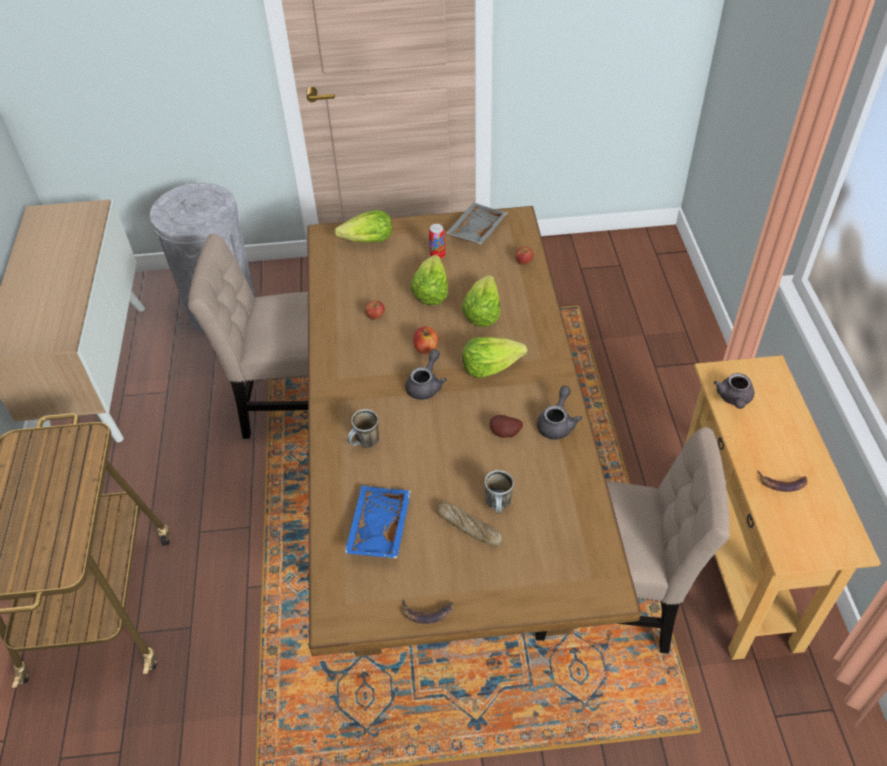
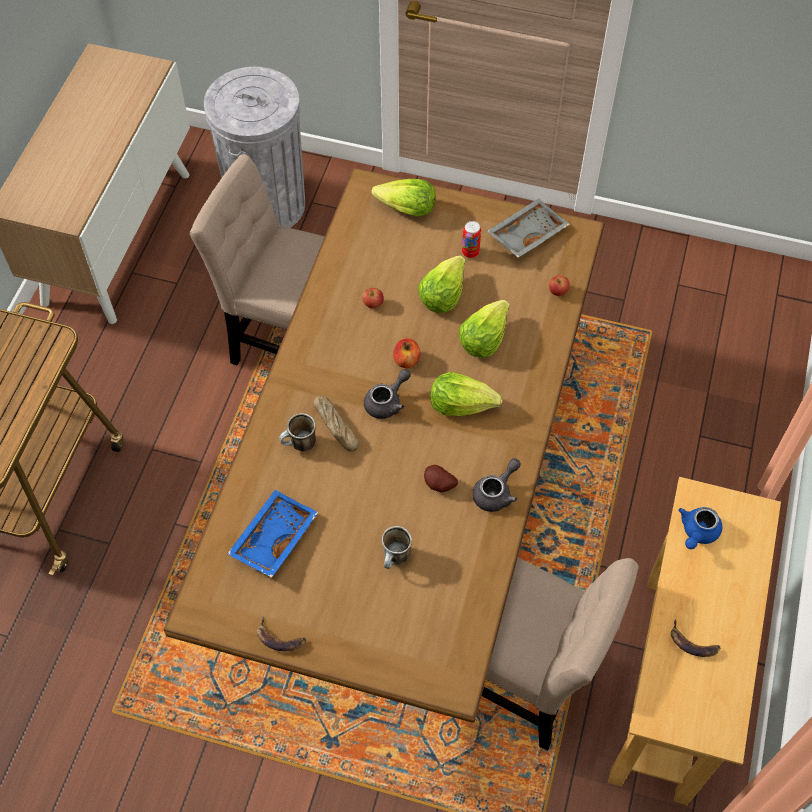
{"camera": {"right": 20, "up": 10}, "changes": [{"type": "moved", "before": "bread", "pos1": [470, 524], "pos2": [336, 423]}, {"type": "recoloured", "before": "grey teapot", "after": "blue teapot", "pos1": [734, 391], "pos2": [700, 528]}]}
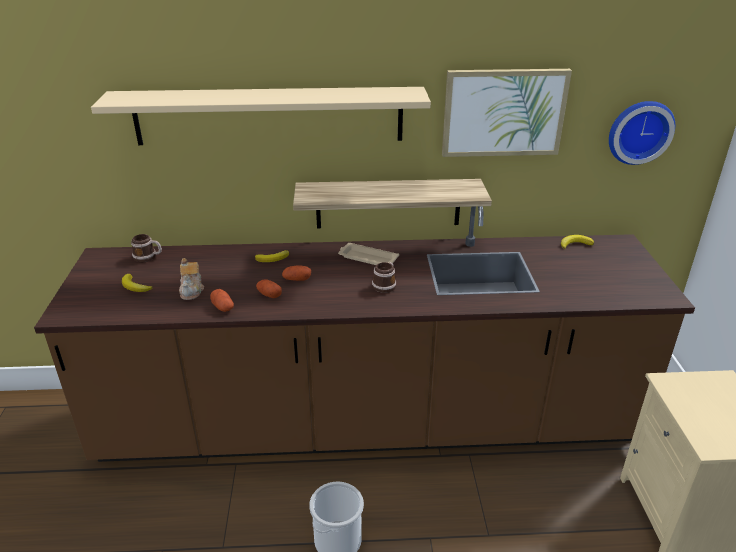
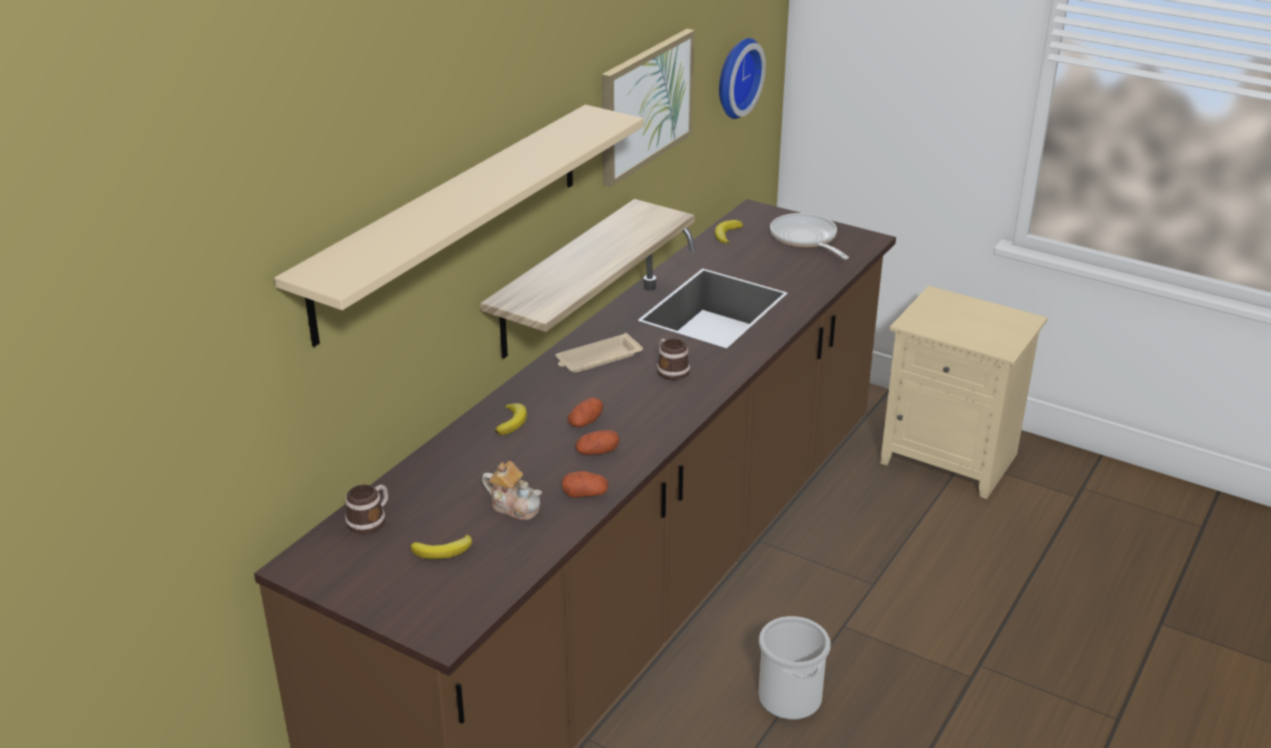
{"camera": {"right": -55, "up": 0}, "changes": [{"type": "added", "after": "frying pan", "pos2": [809, 236]}]}
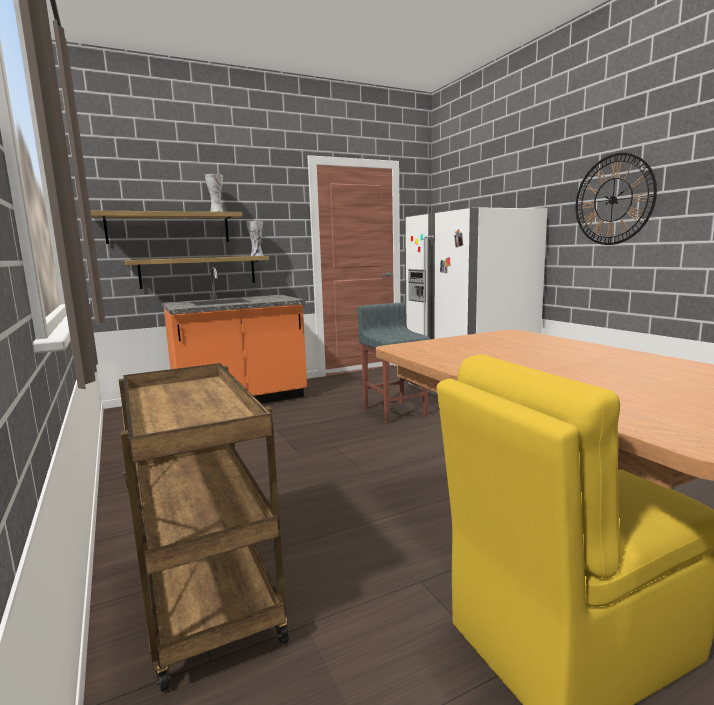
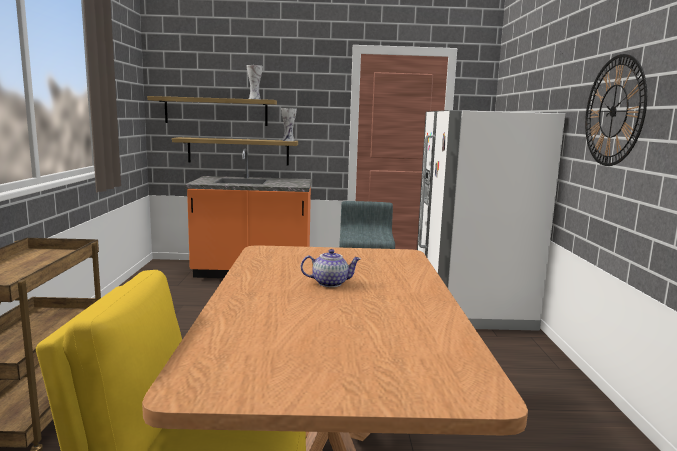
{"camera": {"right": 25, "up": 0}, "changes": [{"type": "added", "after": "teapot", "pos2": [331, 268]}]}
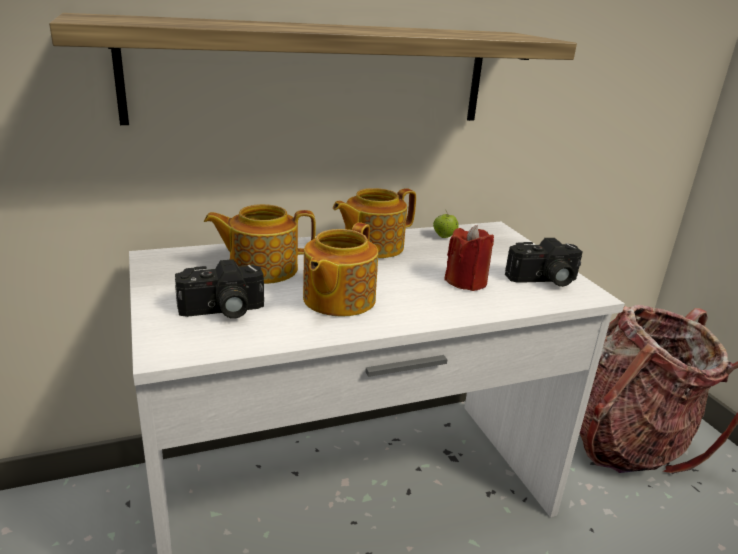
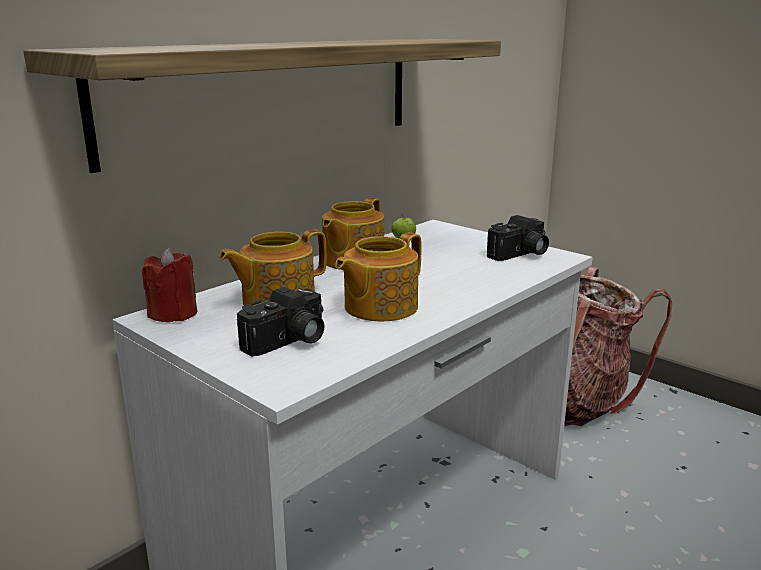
{"camera": {"right": -25, "up": -5}, "changes": [{"type": "turned", "before": "teapot", "pos1": [340, 269], "pos2": [378, 276], "turn": 45}, {"type": "moved", "before": "red candle", "pos1": [469, 258], "pos2": [169, 285]}]}
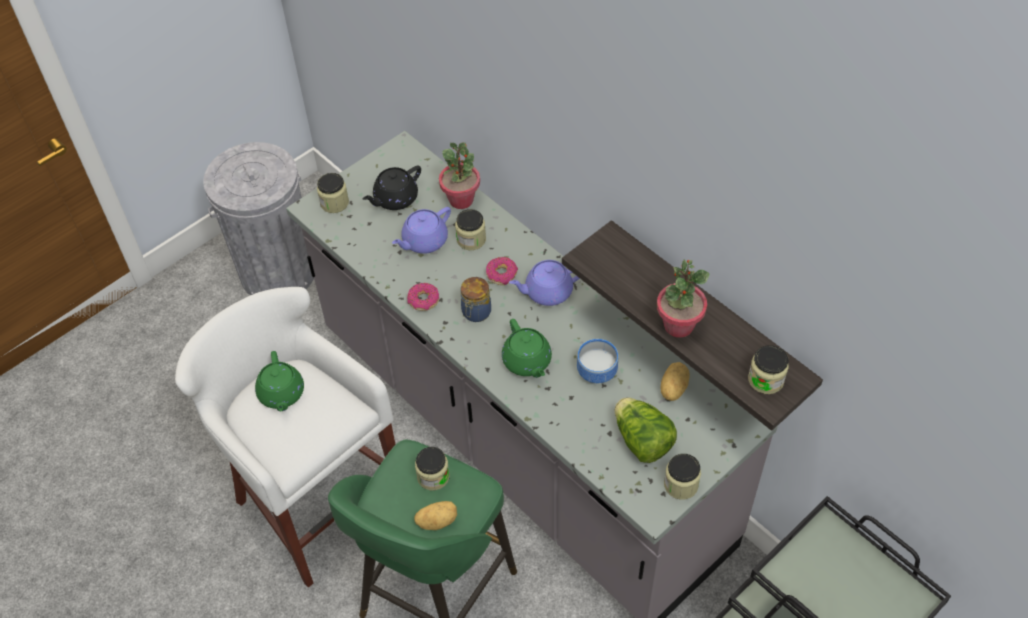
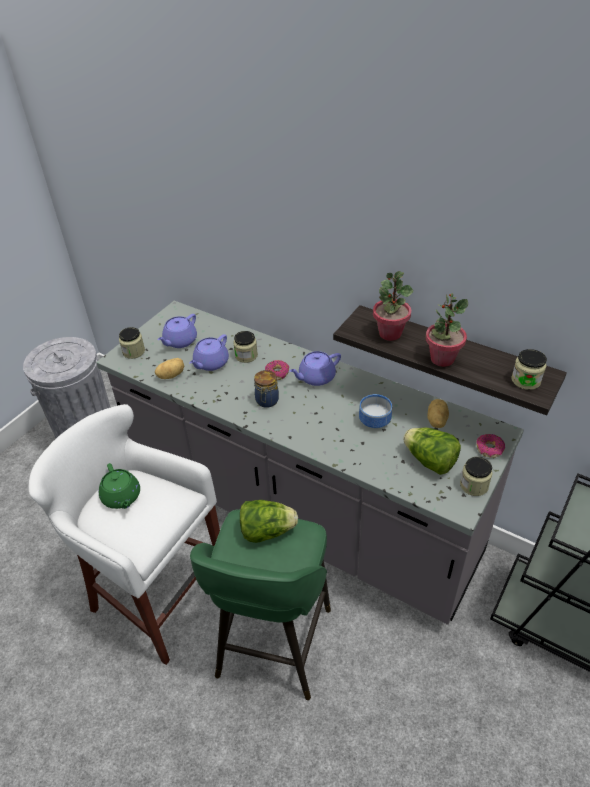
{"camera": {"right": -15, "up": -10}, "changes": [{"type": "recoloured", "before": "black teapot", "after": "purple teapot", "pos1": [392, 187], "pos2": [177, 331]}, {"type": "moved", "before": "donut", "pos1": [423, 297], "pos2": [490, 446]}, {"type": "moved", "before": "potato", "pos1": [435, 515], "pos2": [169, 368]}, {"type": "replaced", "before": "jar", "after": "lettuce", "pos1": [432, 468], "pos2": [269, 521]}, {"type": "moved", "before": "potted plant", "pos1": [459, 175], "pos2": [393, 306]}, {"type": "removed", "before": "green teapot", "pos1": [527, 348]}]}
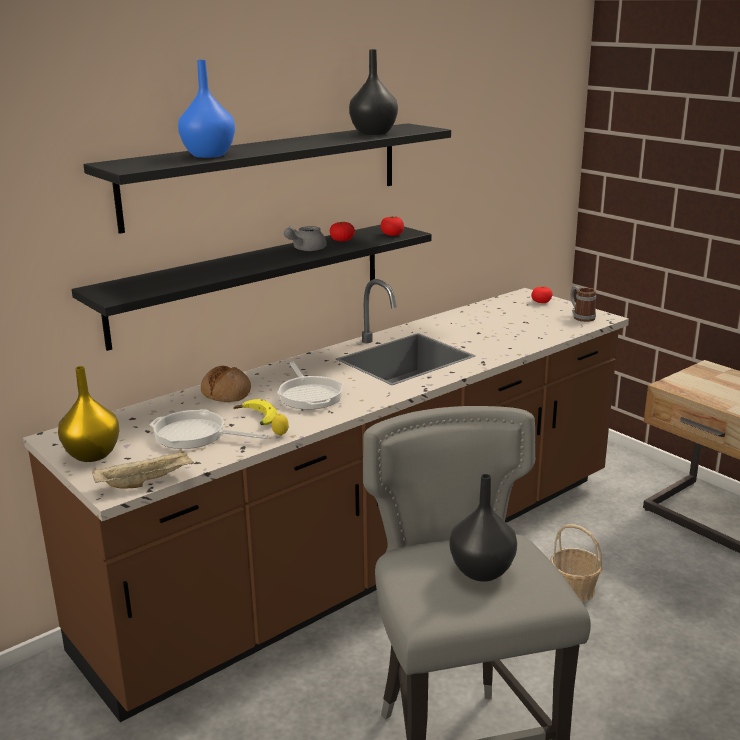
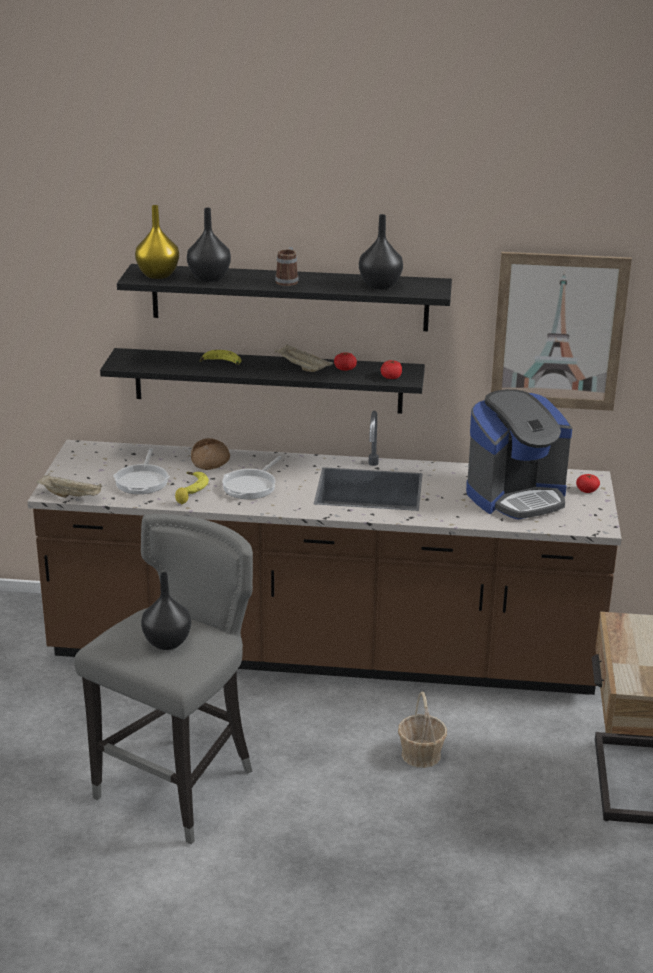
{"camera": {"right": 45, "up": 5}, "changes": [{"type": "moved", "before": "yellow vase", "pos1": [88, 414], "pos2": [157, 242]}, {"type": "turned", "before": "frying pan", "pos1": [209, 429], "pos2": [141, 471], "turn": -150}, {"type": "recoloured", "before": "blue vase", "after": "black vase", "pos1": [206, 109], "pos2": [209, 245]}, {"type": "replaced", "before": "grey teapot", "after": "beige tray", "pos1": [305, 238], "pos2": [304, 358]}, {"type": "moved", "before": "mug", "pos1": [583, 304], "pos2": [287, 266]}, {"type": "added", "after": "banana", "pos2": [221, 357]}, {"type": "added", "after": "coffee machine", "pos2": [519, 454]}, {"type": "added", "after": "picture", "pos2": [561, 331]}]}
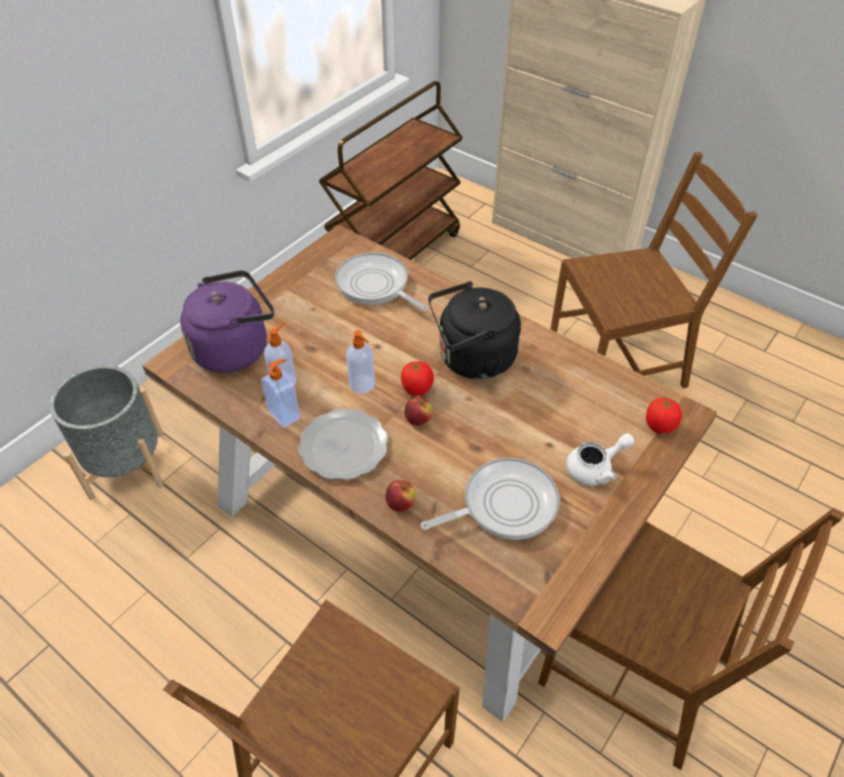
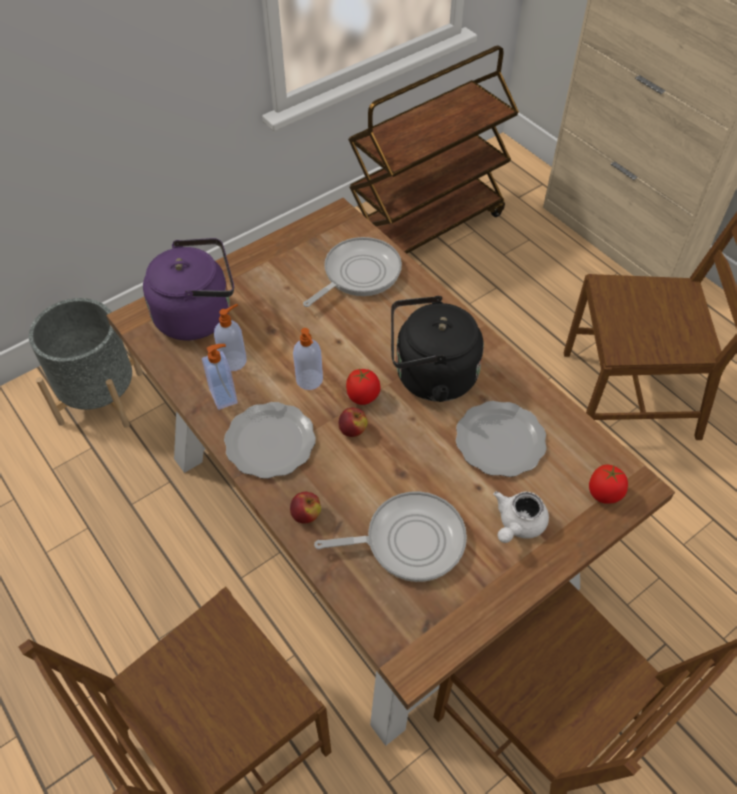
{"camera": {"right": 15, "up": 5}, "changes": [{"type": "turned", "before": "frying pan", "pos1": [381, 281], "pos2": [352, 272], "turn": 75}, {"type": "turned", "before": "white teapot", "pos1": [600, 459], "pos2": [521, 517], "turn": 135}, {"type": "added", "after": "plate", "pos2": [501, 439]}]}
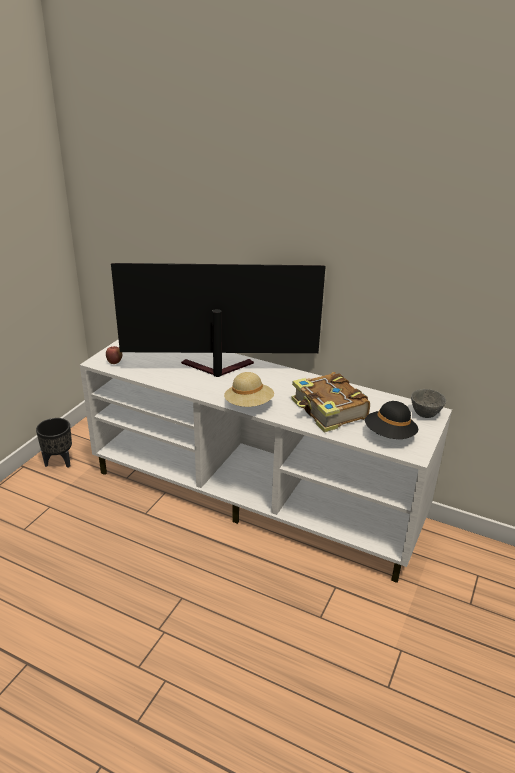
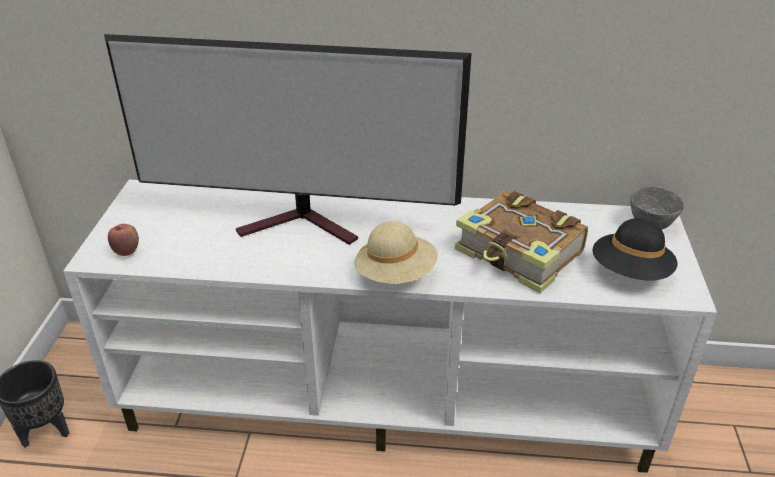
{"camera": {"right": -20, "up": 5}, "changes": [{"type": "turned", "before": "television", "pos1": [218, 320], "pos2": [288, 139], "turn": -150}]}
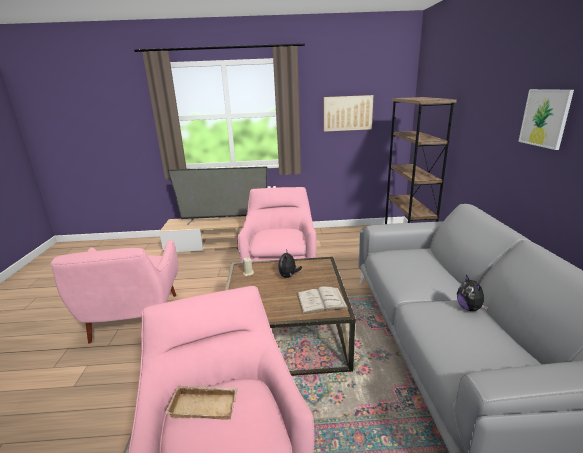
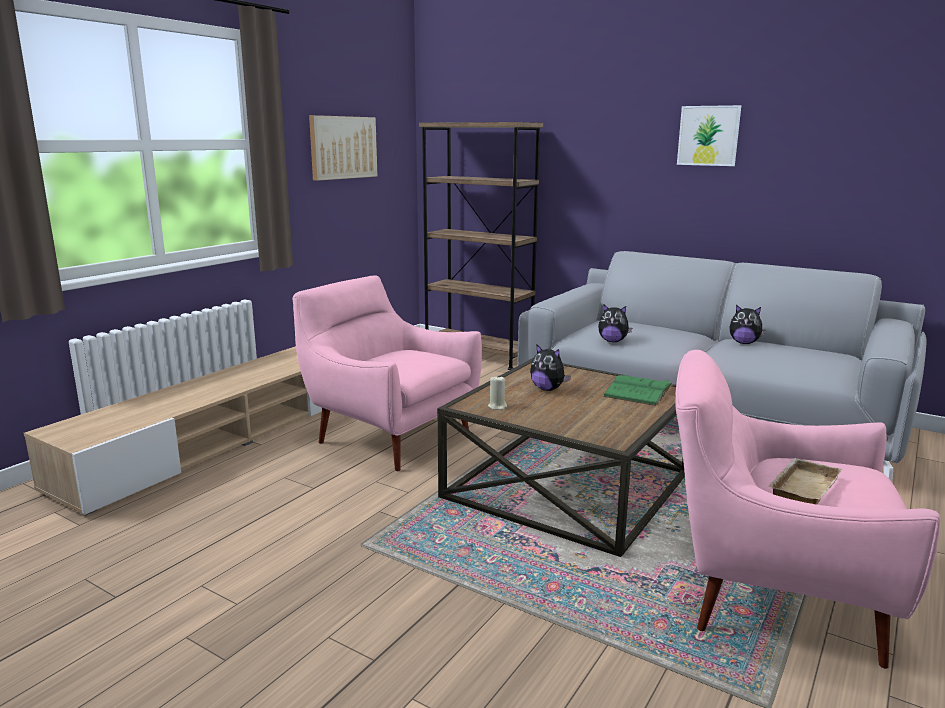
{"camera": {"right": -55, "up": -5}, "changes": [{"type": "removed", "before": "pink armchair", "pos1": [114, 292]}, {"type": "removed", "before": "television", "pos1": [217, 195]}, {"type": "recoloured", "before": "white book", "after": "green book", "pos1": [322, 300], "pos2": [638, 390]}, {"type": "added", "after": "plush toy", "pos2": [615, 323]}]}
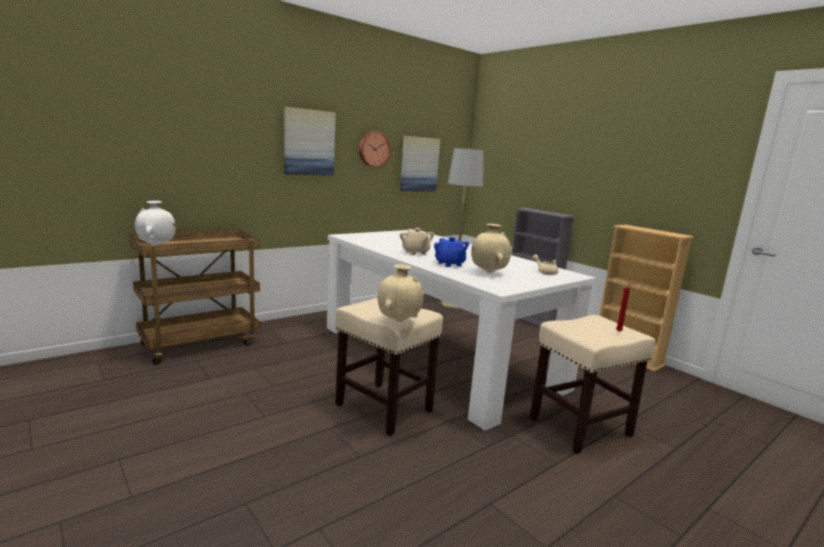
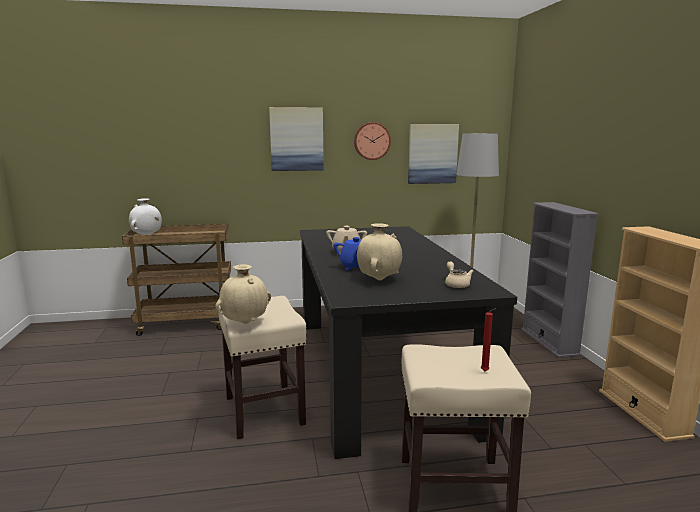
{"camera": {"right": 30, "up": 0}, "changes": [{"type": "recoloured", "before": "white dining table", "after": "black dining table", "pos1": [461, 330], "pos2": [408, 342]}]}
